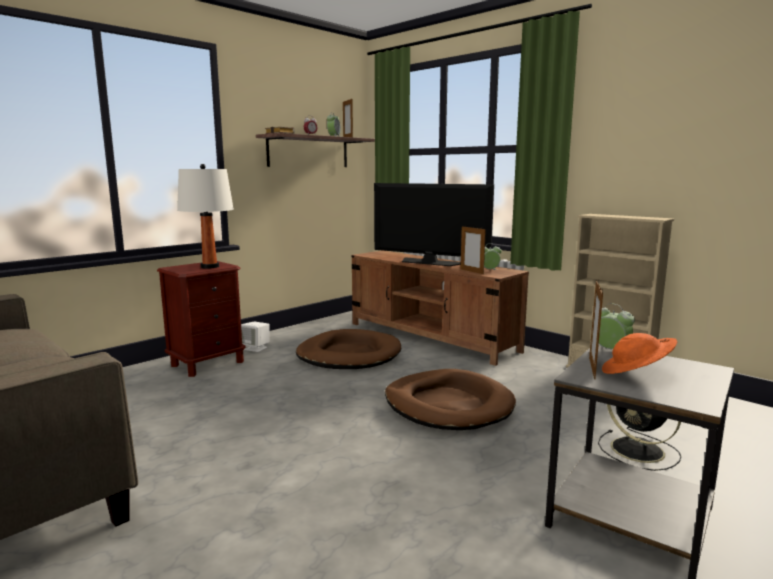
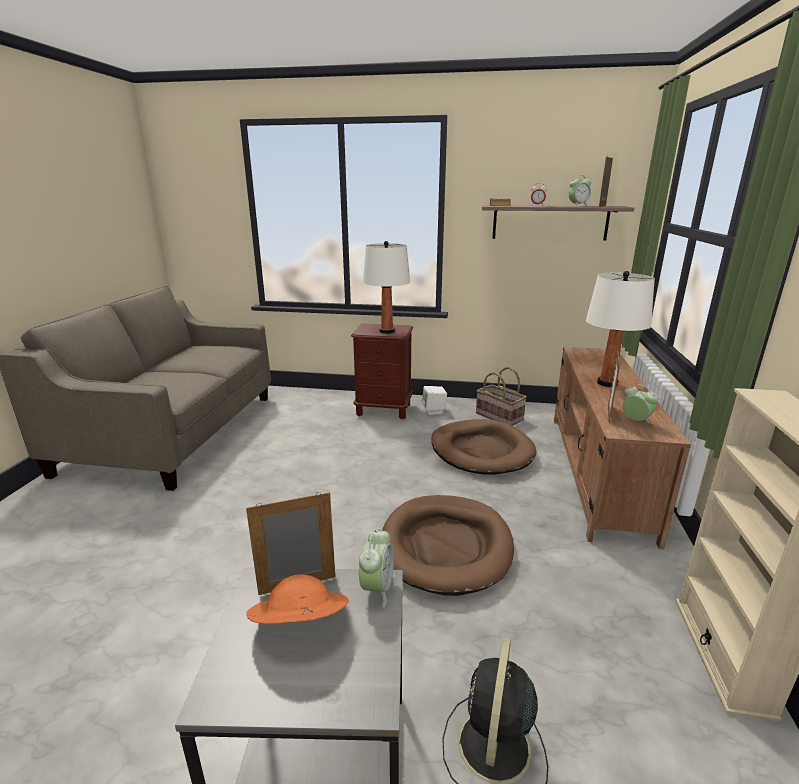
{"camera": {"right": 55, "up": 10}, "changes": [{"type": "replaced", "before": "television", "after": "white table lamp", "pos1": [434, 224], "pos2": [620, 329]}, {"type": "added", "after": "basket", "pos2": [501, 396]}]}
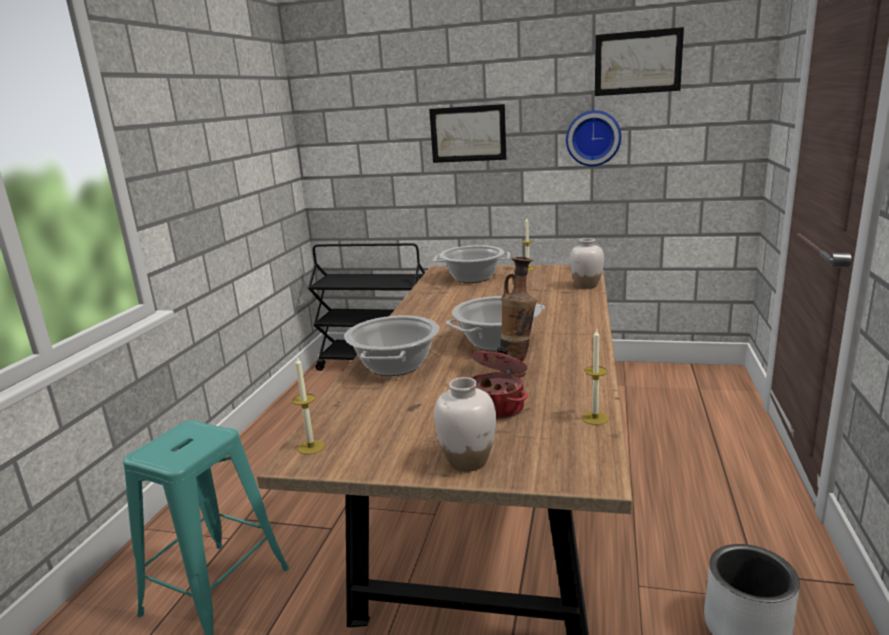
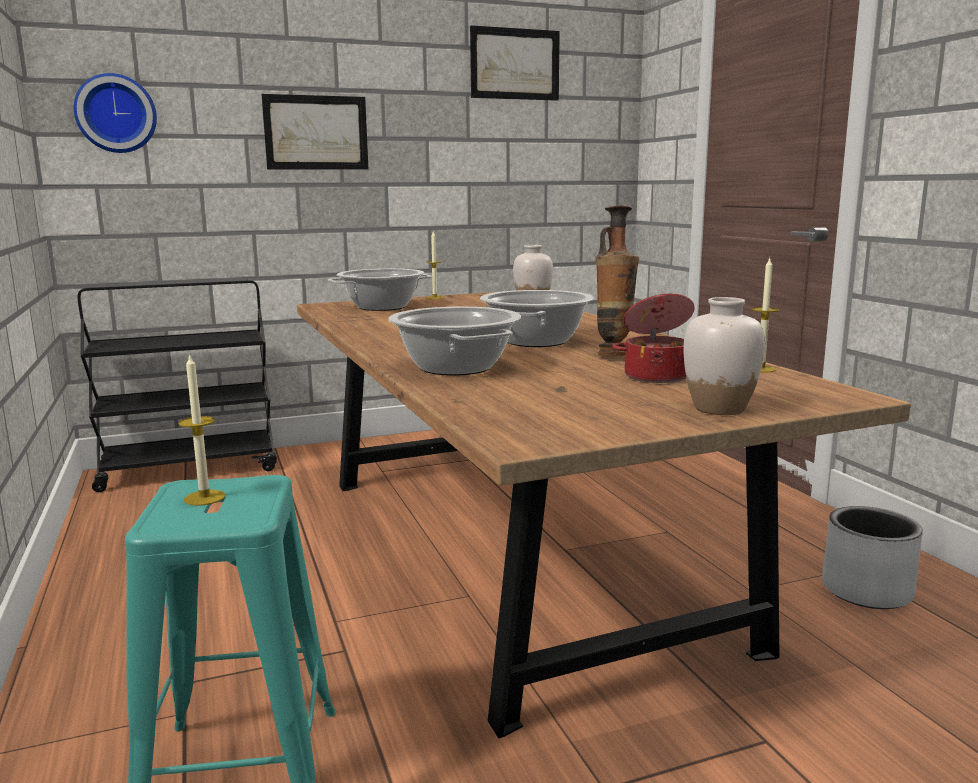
{"camera": {"right": -35, "up": -5}, "changes": [{"type": "moved", "before": "candle", "pos1": [308, 405], "pos2": [201, 429]}, {"type": "moved", "before": "wall clock", "pos1": [593, 138], "pos2": [115, 113]}]}
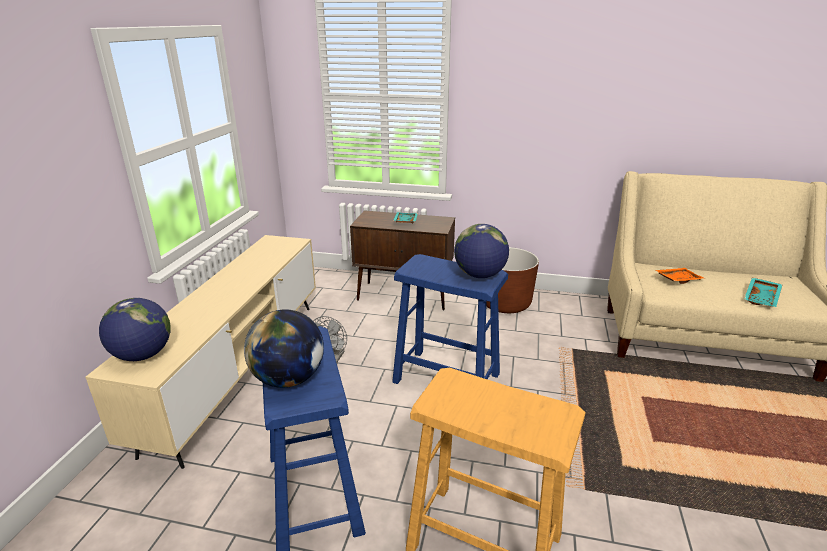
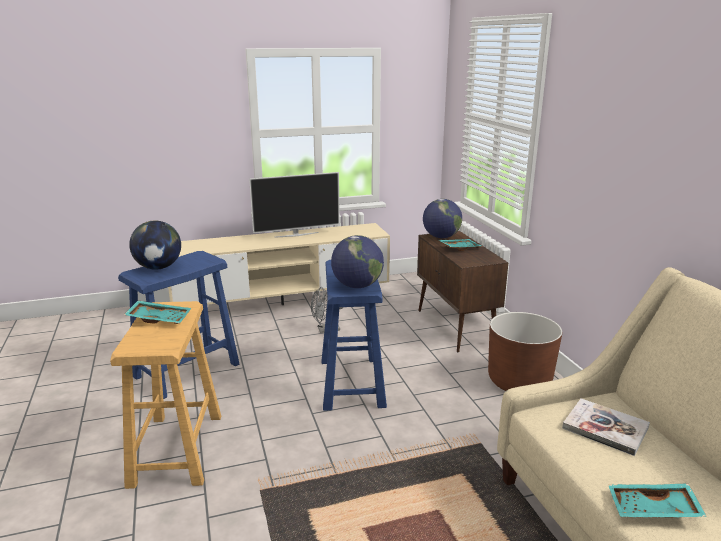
{"camera": {"right": 60, "up": -5}, "changes": [{"type": "moved", "before": "globe", "pos1": [135, 329], "pos2": [442, 218]}, {"type": "replaced", "before": "orange tray", "after": "book", "pos1": [680, 276], "pos2": [606, 427]}, {"type": "added", "after": "turquoise tray", "pos2": [157, 312]}, {"type": "added", "after": "television", "pos2": [294, 205]}]}
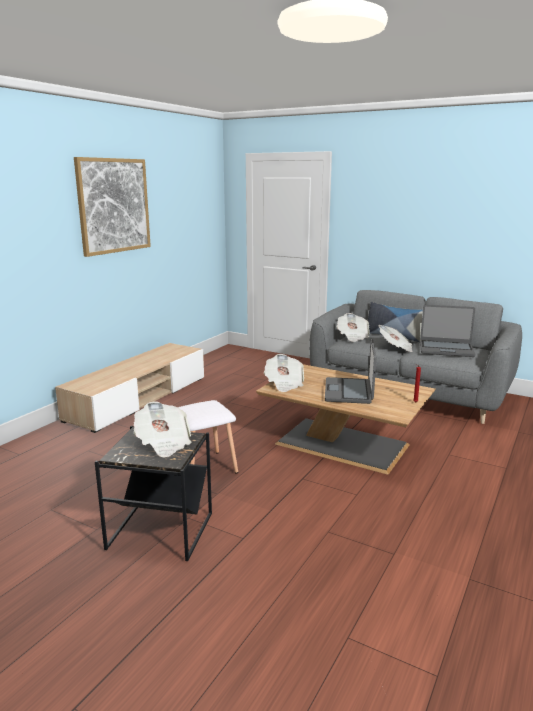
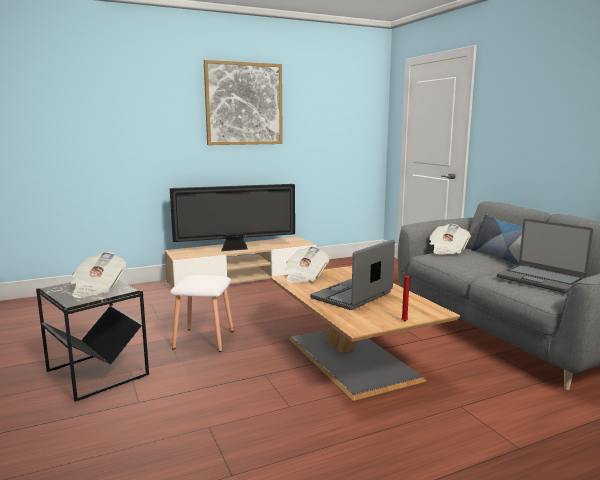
{"camera": {"right": 35, "up": -5}, "changes": [{"type": "removed", "before": "newspaper", "pos1": [395, 338]}, {"type": "added", "after": "television", "pos2": [232, 217]}]}
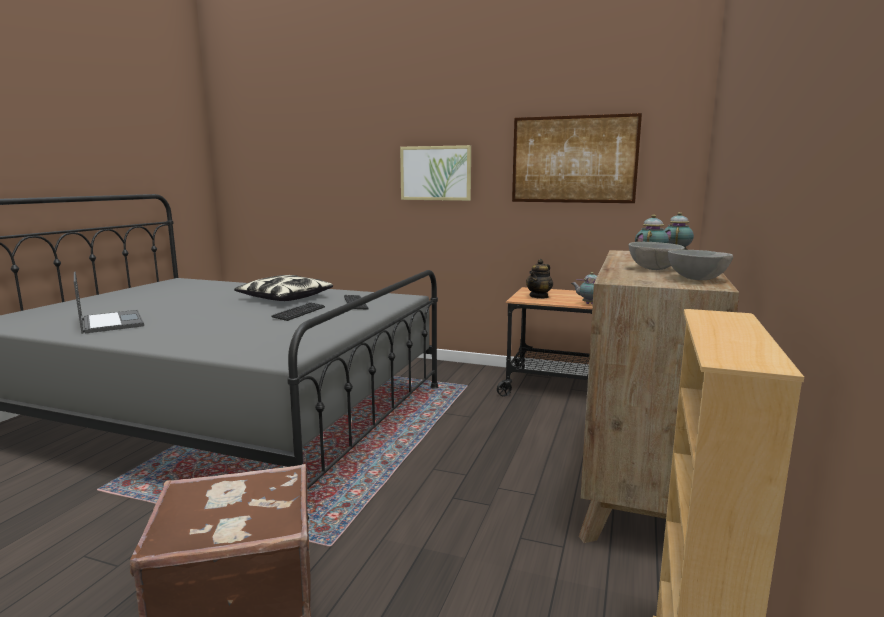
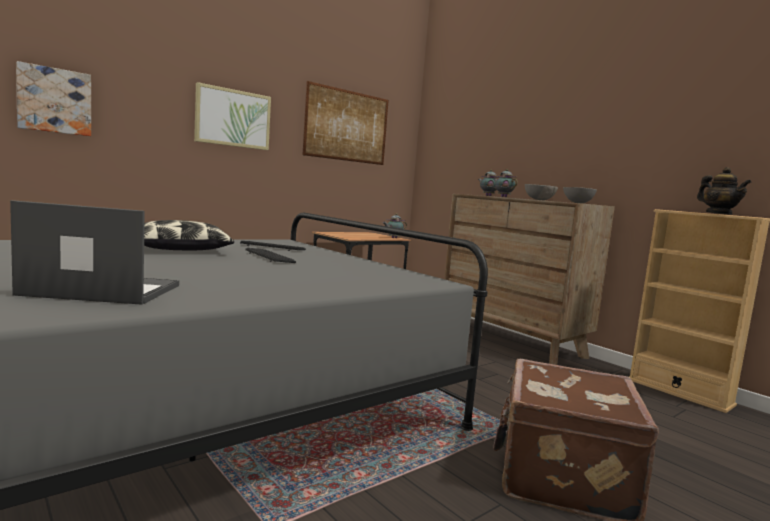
{"camera": {"right": -60, "up": -5}, "changes": [{"type": "moved", "before": "teapot", "pos1": [539, 279], "pos2": [724, 191]}, {"type": "added", "after": "picture", "pos2": [53, 98]}]}
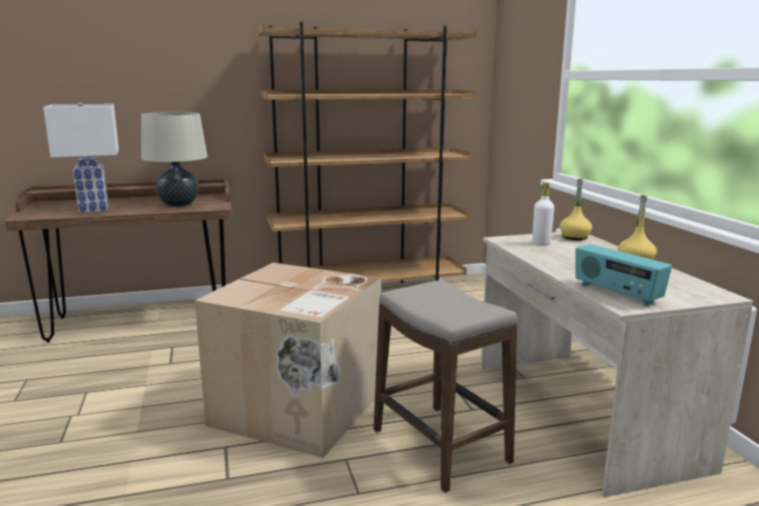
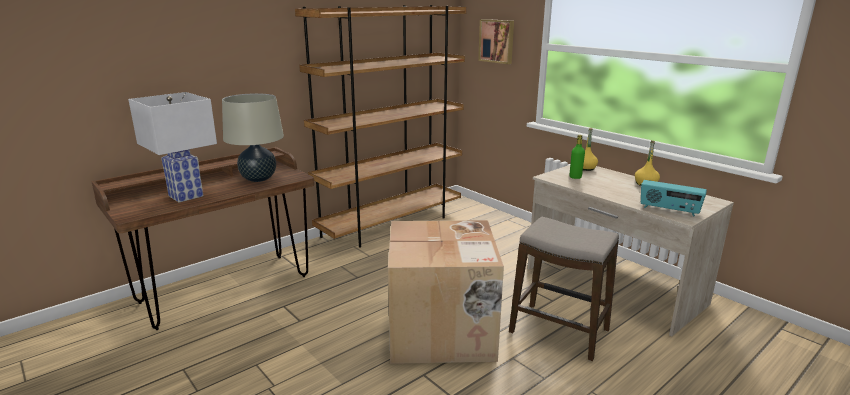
{"camera": {"right": -25, "up": 5}, "changes": [{"type": "recoloured", "before": "white bottle", "after": "green bottle", "pos1": [543, 214], "pos2": [577, 157]}, {"type": "added", "after": "picture", "pos2": [496, 41]}]}
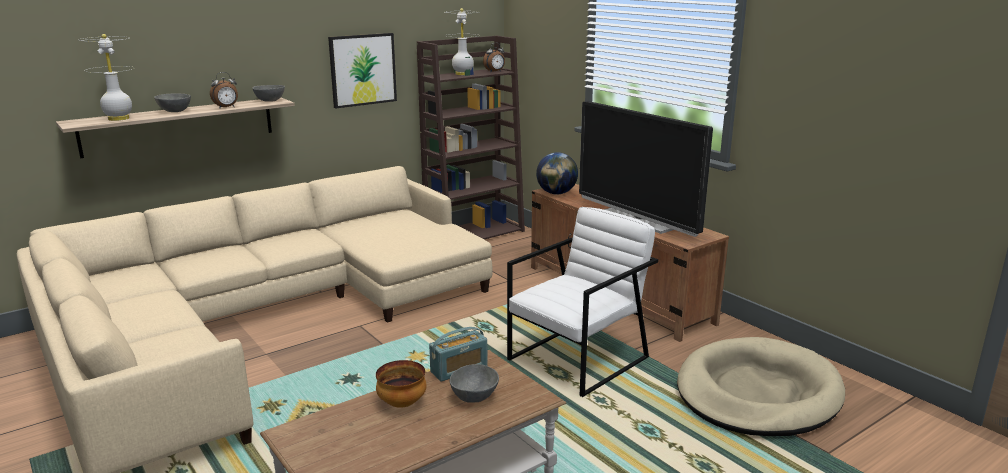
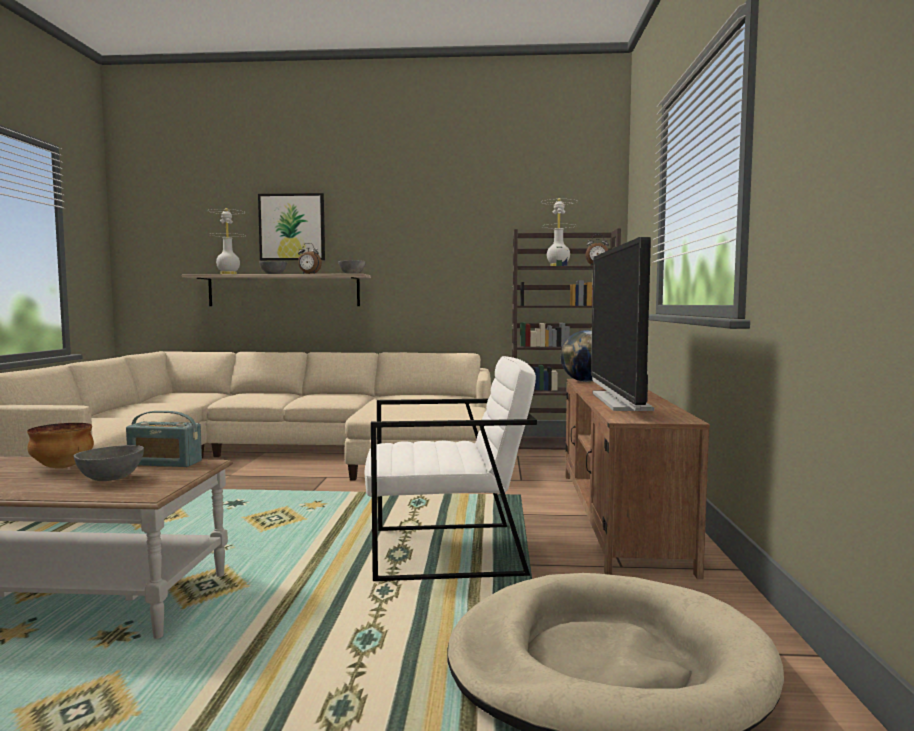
{"camera": {"right": 40, "up": -15}, "changes": [{"type": "moved", "before": "picture", "pos1": [362, 70], "pos2": [291, 226]}]}
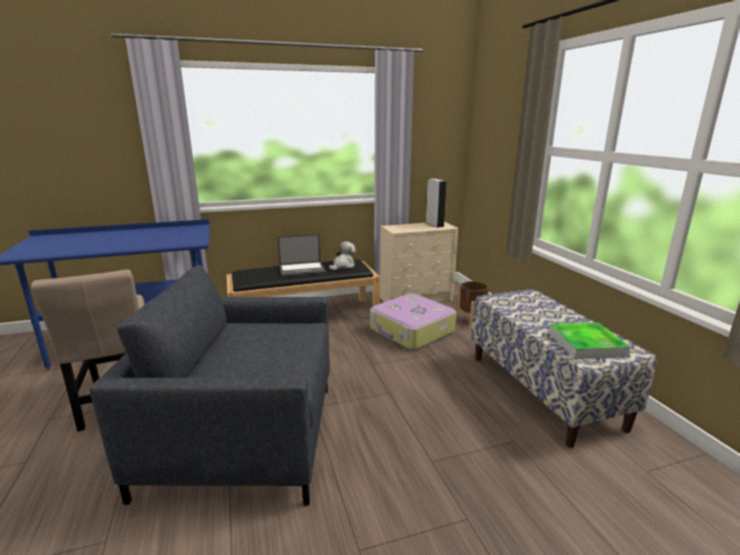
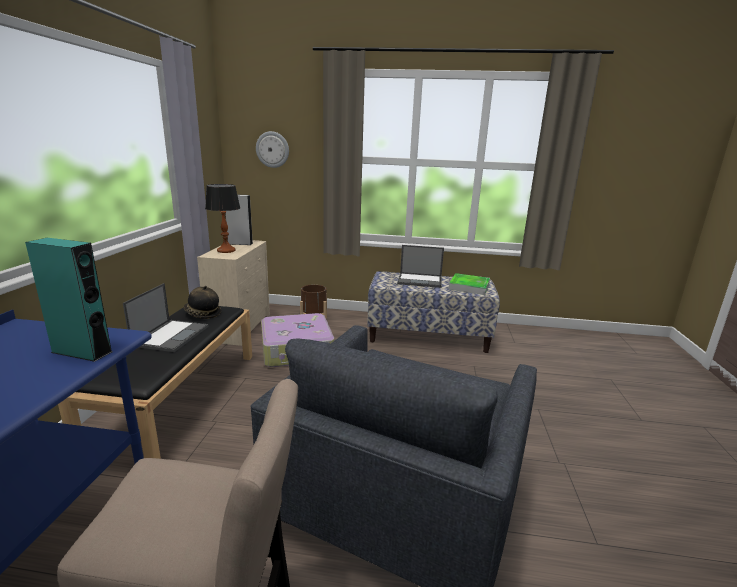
{"camera": {"right": -65, "up": 0}, "changes": [{"type": "replaced", "before": "plush toy", "after": "hat", "pos1": [342, 255], "pos2": [202, 302]}, {"type": "added", "after": "turquoise speaker", "pos2": [69, 300]}, {"type": "added", "after": "table lamp", "pos2": [222, 218]}, {"type": "added", "after": "wall clock", "pos2": [272, 149]}, {"type": "added", "after": "laptop", "pos2": [420, 266]}]}
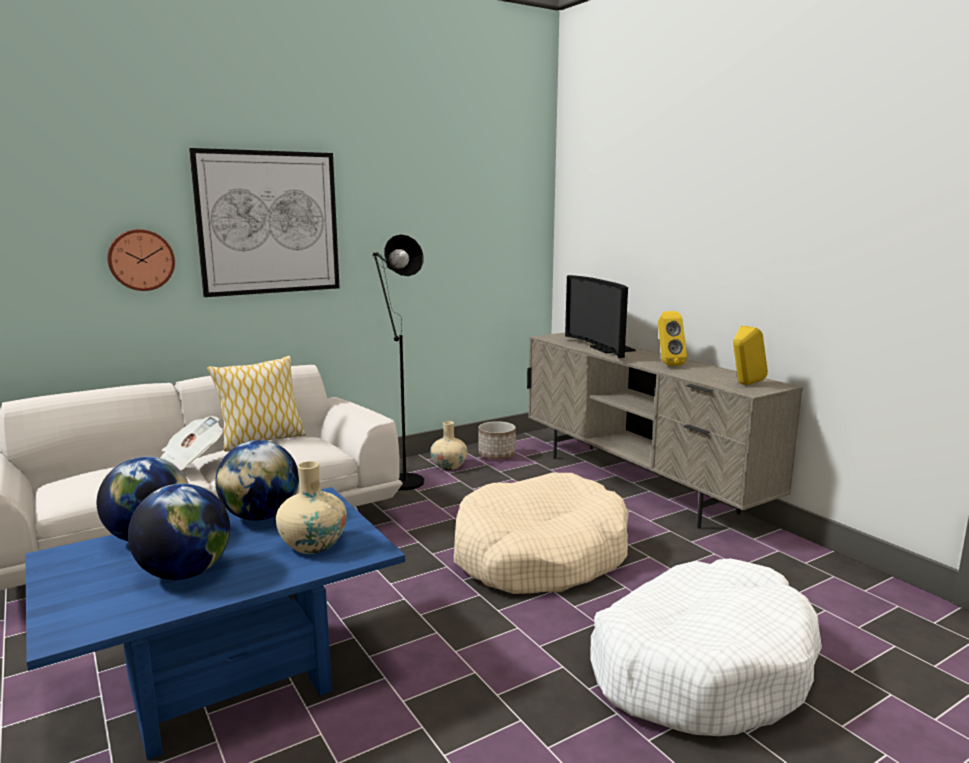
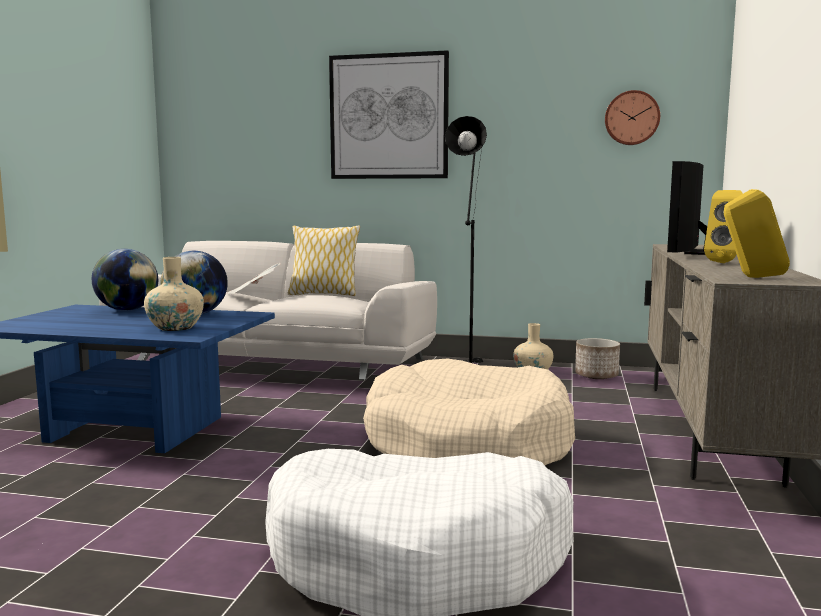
{"camera": {"right": 45, "up": -5}, "changes": [{"type": "moved", "before": "wall clock", "pos1": [141, 260], "pos2": [632, 117]}, {"type": "removed", "before": "globe", "pos1": [179, 532]}]}
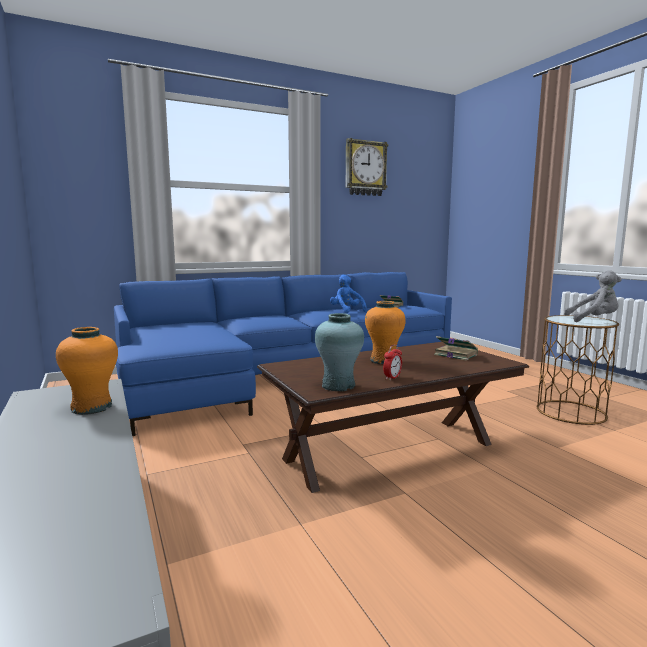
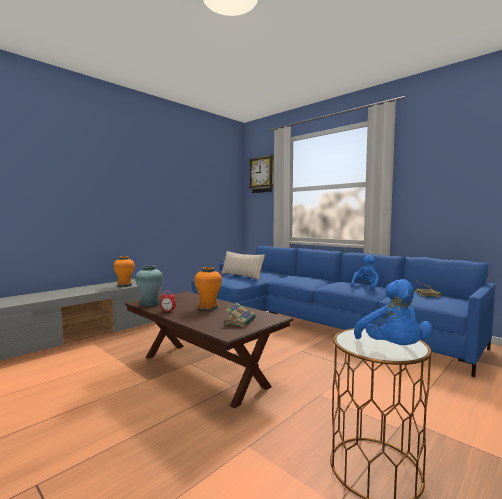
{"camera": {"right": 70, "up": -5}, "changes": [{"type": "moved", "before": "wall clock", "pos1": [367, 167], "pos2": [261, 174]}, {"type": "recoloured", "before": "grey plush toy", "after": "blue plush toy", "pos1": [593, 296], "pos2": [393, 312]}, {"type": "added", "after": "beige pillow", "pos2": [243, 265]}]}
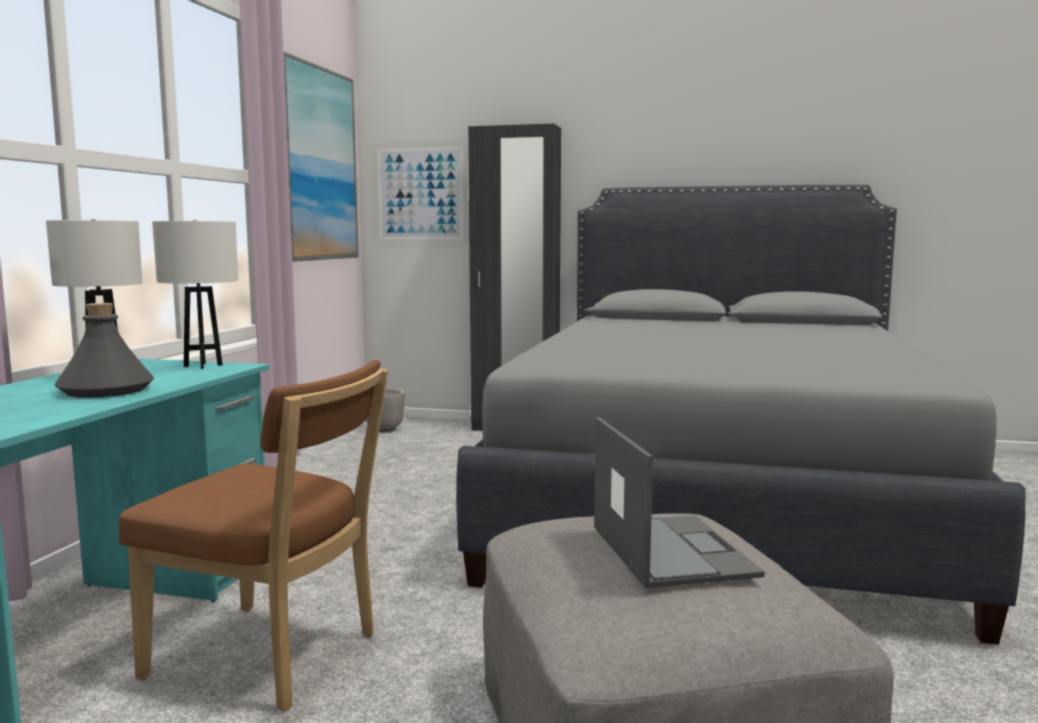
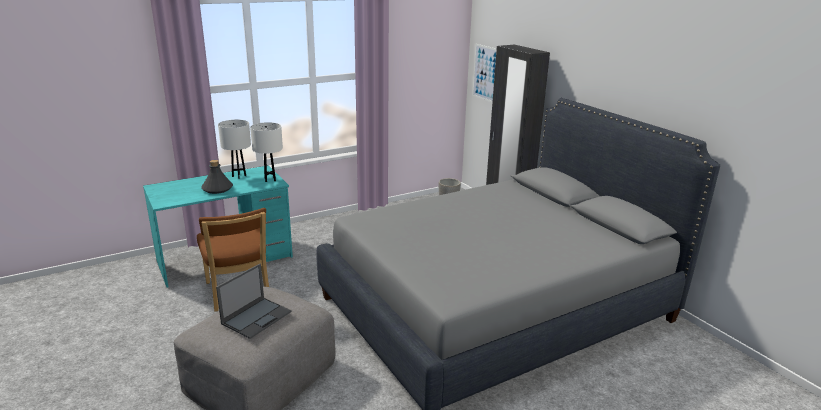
{"camera": {"right": 45, "up": 15}, "changes": [{"type": "removed", "before": "picture", "pos1": [321, 156]}]}
